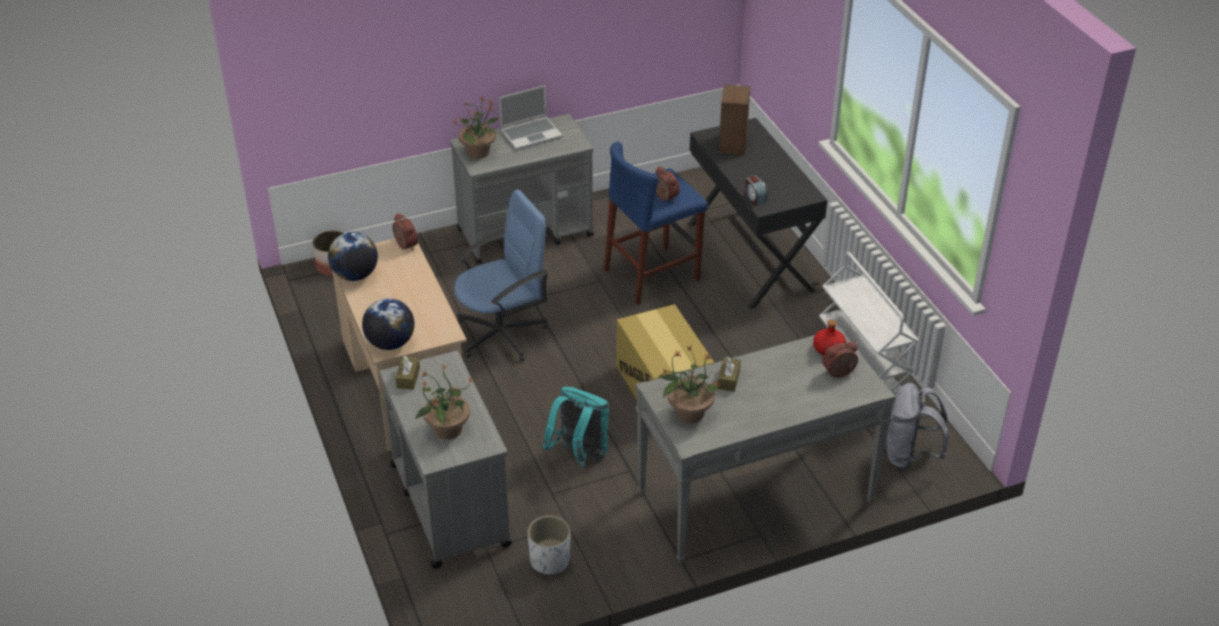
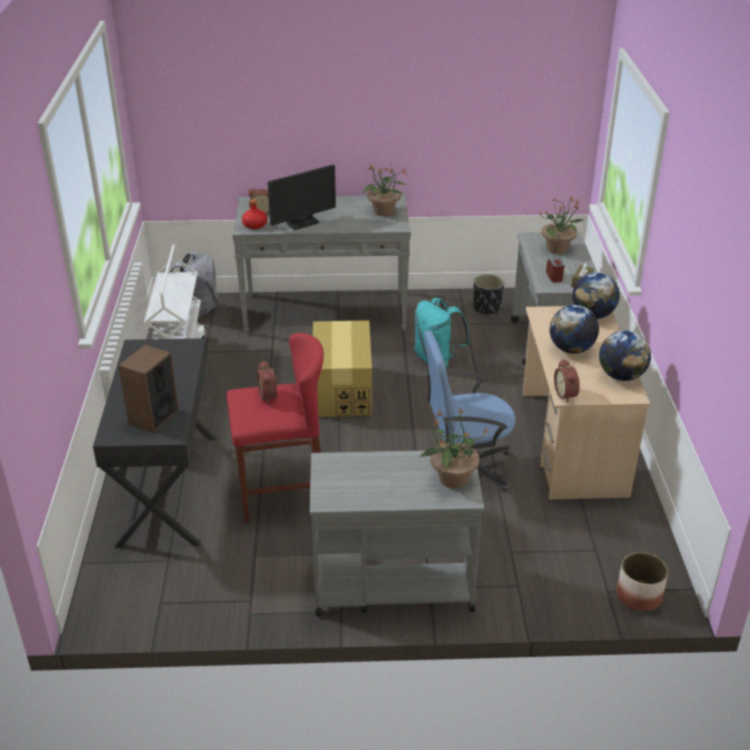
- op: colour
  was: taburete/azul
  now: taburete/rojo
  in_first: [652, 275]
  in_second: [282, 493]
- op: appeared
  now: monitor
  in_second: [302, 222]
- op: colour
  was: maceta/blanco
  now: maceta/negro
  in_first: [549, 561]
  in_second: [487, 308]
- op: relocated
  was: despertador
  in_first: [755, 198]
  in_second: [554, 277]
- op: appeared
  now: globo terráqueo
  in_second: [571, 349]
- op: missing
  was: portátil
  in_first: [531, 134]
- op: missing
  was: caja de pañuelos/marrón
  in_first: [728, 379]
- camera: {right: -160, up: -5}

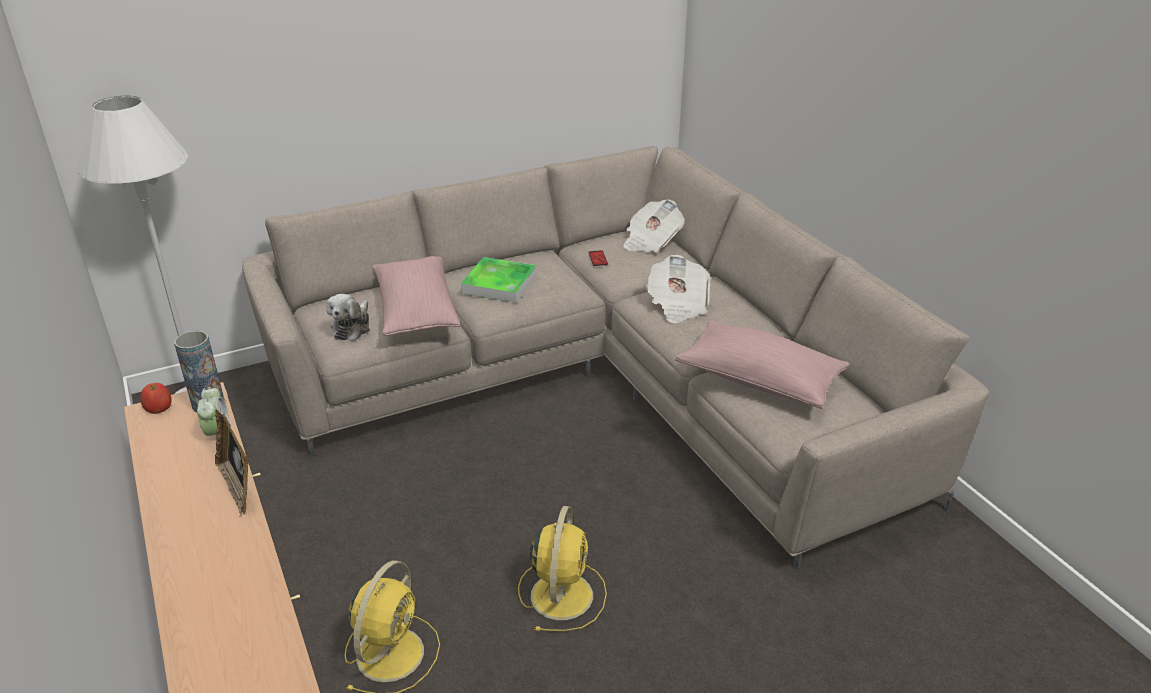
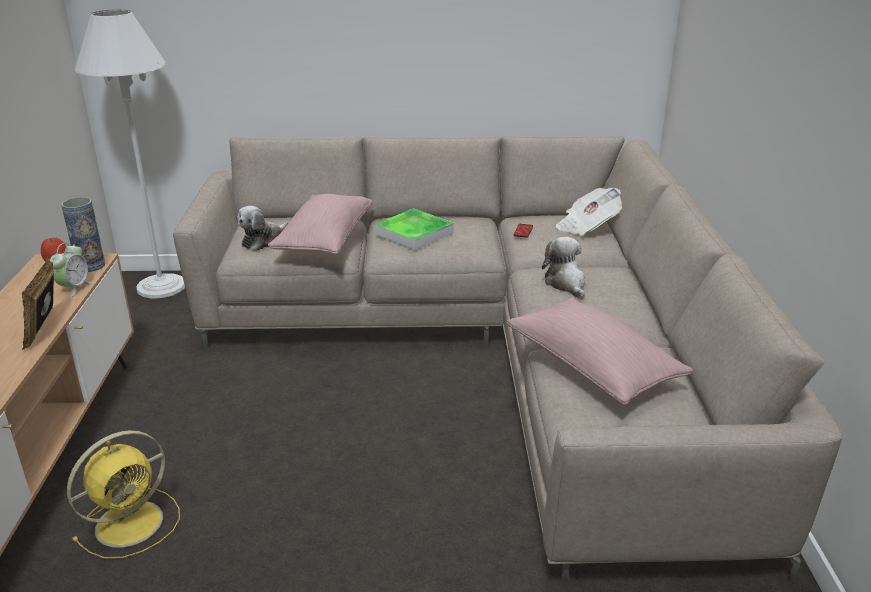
- op: exchanged
  was: periódico
  now: peluche
  in_first: [677, 305]
  in_second: [566, 283]
- op: missing
  was: ventilador/amarillo
  in_first: [562, 593]
- camera: {right: 25, up: -5}

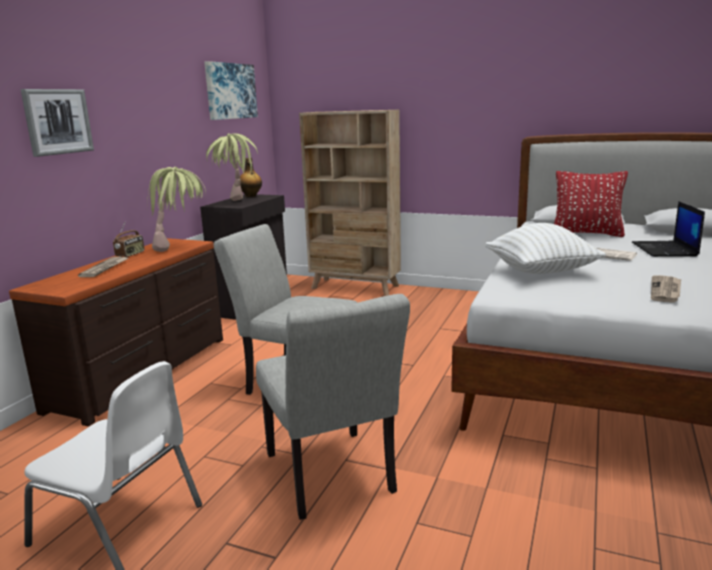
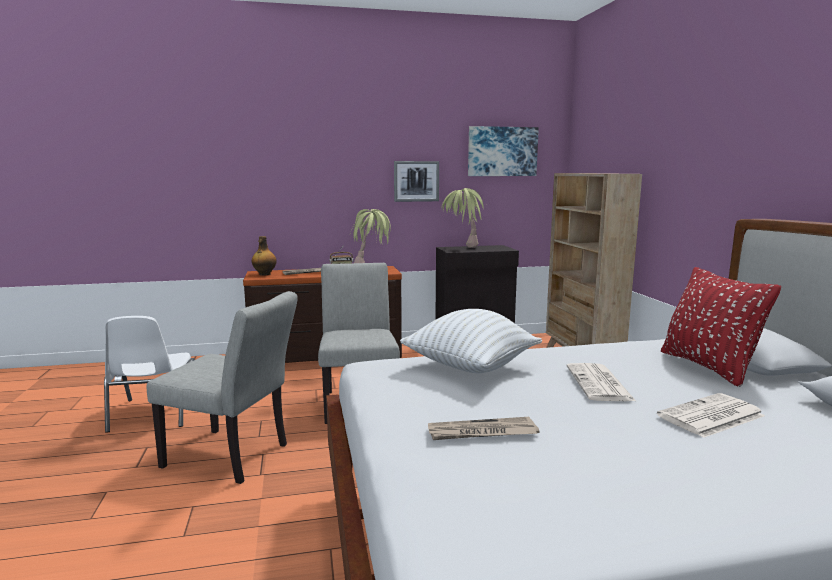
- op: spun
  was: silla/gris
  in_first: [333, 479]
  in_second: [234, 457]
  clockwise: -105
- op: relocated
  was: botella
  in_first: [251, 196]
  in_second: [264, 274]
- op: relocated
  was: cuadro
  in_first: [57, 121]
  in_second: [416, 181]
- op: exchanged
  was: portátil
  now: periódico
  in_first: [665, 249]
  in_second: [710, 416]
- camera: {right: 55, up: -5}

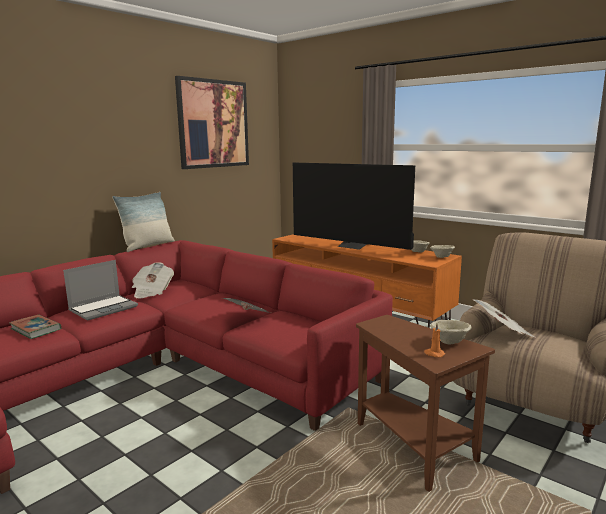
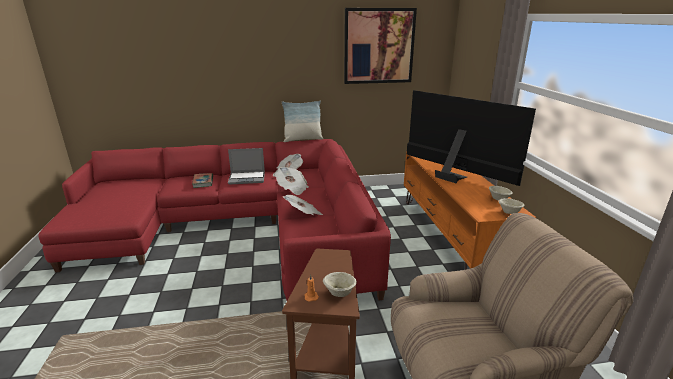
- op: relocated
  was: periódico
  in_first: [502, 332]
  in_second: [292, 188]
- op: spun
  was: televisor
  in_first: [352, 246]
  in_second: [453, 176]
  clockwise: 150
- camera: {right: 40, up: 10}

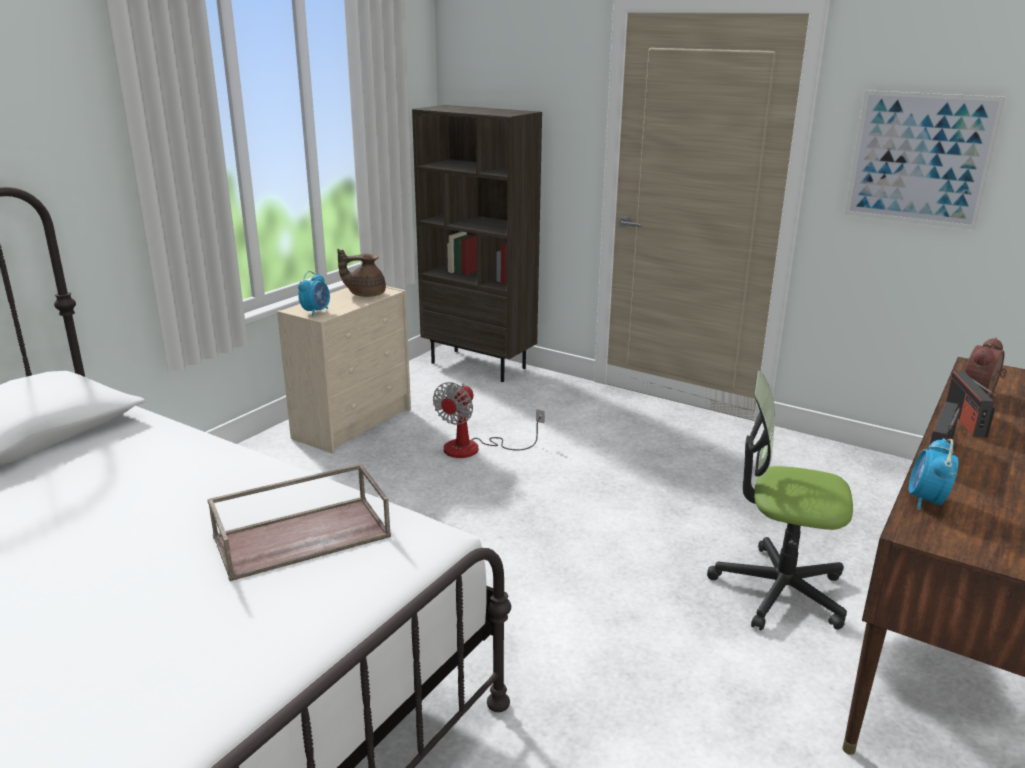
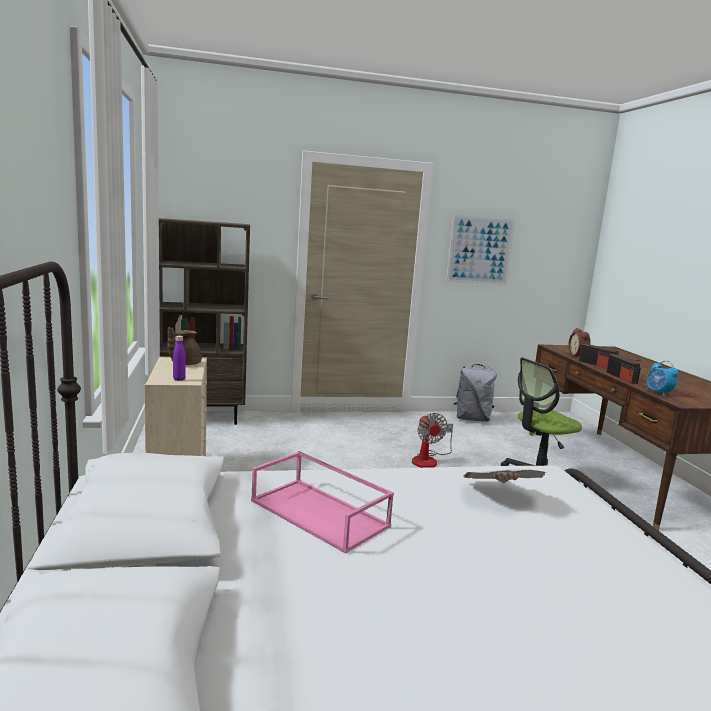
- op: exchanged
  was: despertador
  now: botella/morado
  in_first: [316, 311]
  in_second: [179, 379]
- op: appeared
  now: bandeja/rosa
  in_second: [321, 513]
- op: relocated
  was: ventilador
  in_first: [474, 448]
  in_second: [429, 460]
- op: appeared
  now: mochila/gris
  in_second: [472, 419]
- op: exchanged
  was: bandeja/marrón
  now: periódico
  in_first: [303, 535]
  in_second: [499, 495]
- camera: {right: -45, up: -10}

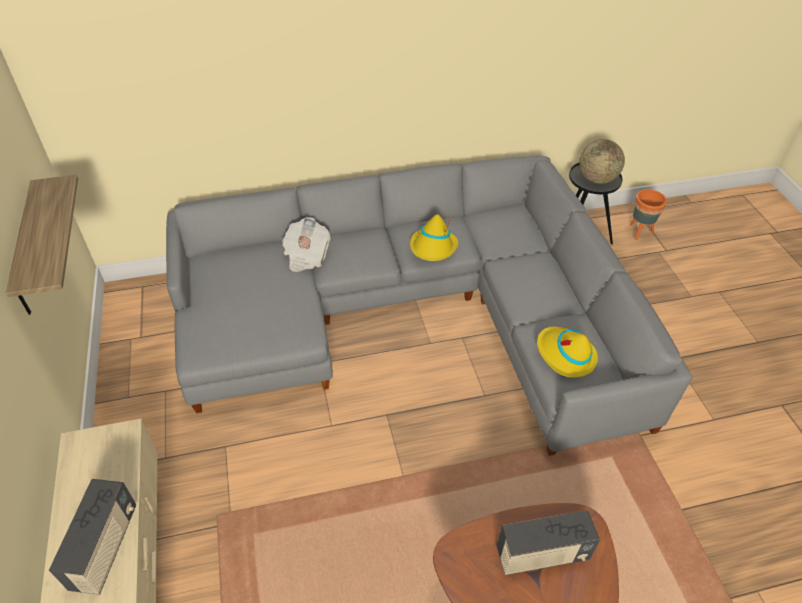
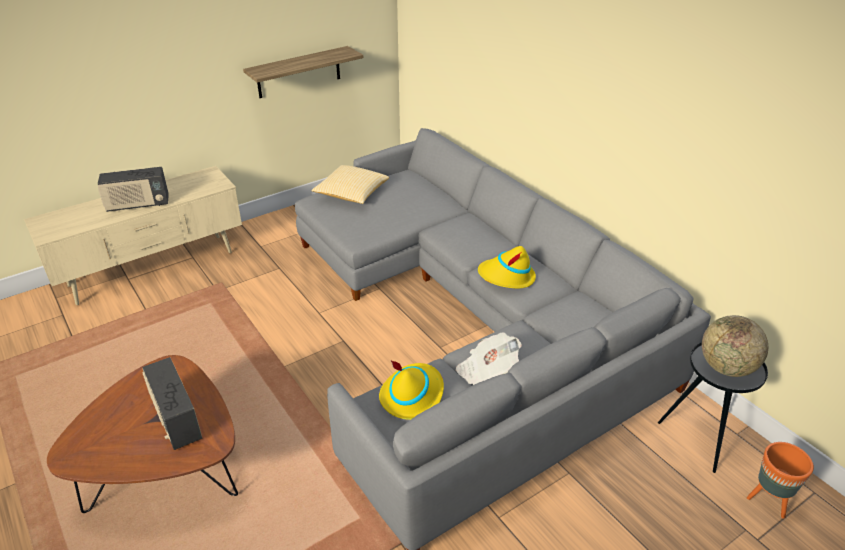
- op: appeared
  now: cojín
  in_second: [351, 194]
- op: relocated
  was: periódico
  in_first: [306, 255]
  in_second: [487, 371]
- camera: {right: 70, up: -10}

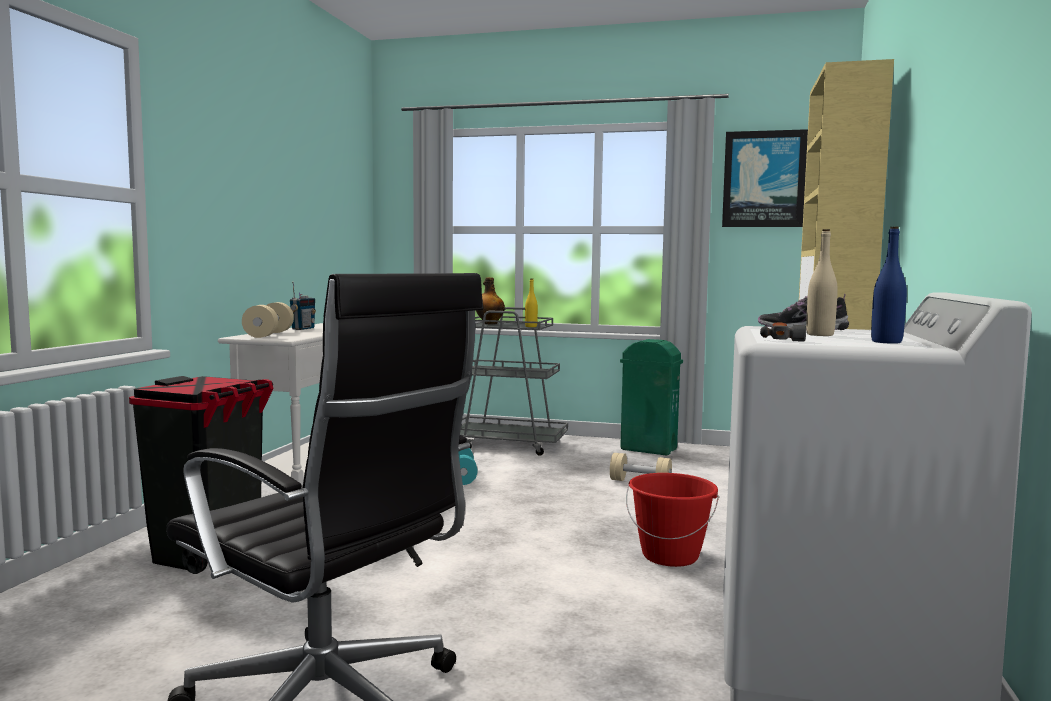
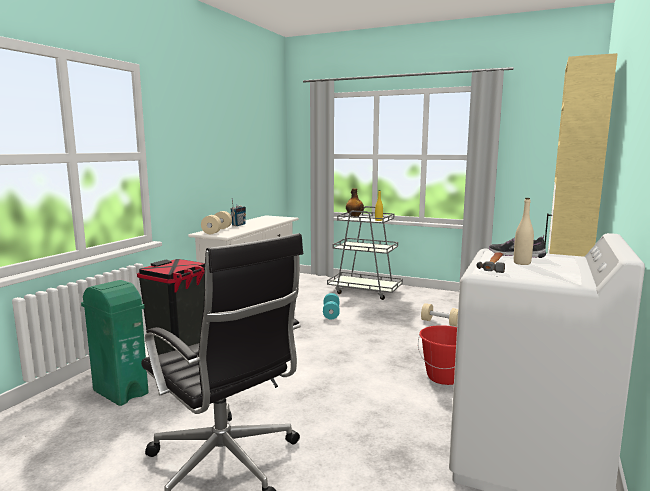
- op: relocated
  was: papelera/verde
  in_first: [648, 449]
  in_second: [120, 392]
- op: missing
  was: cuadro
  in_first: [764, 179]
- op: missing
  was: botella/azul
  in_first: [886, 342]
- camera: {right: 10, up: 5}

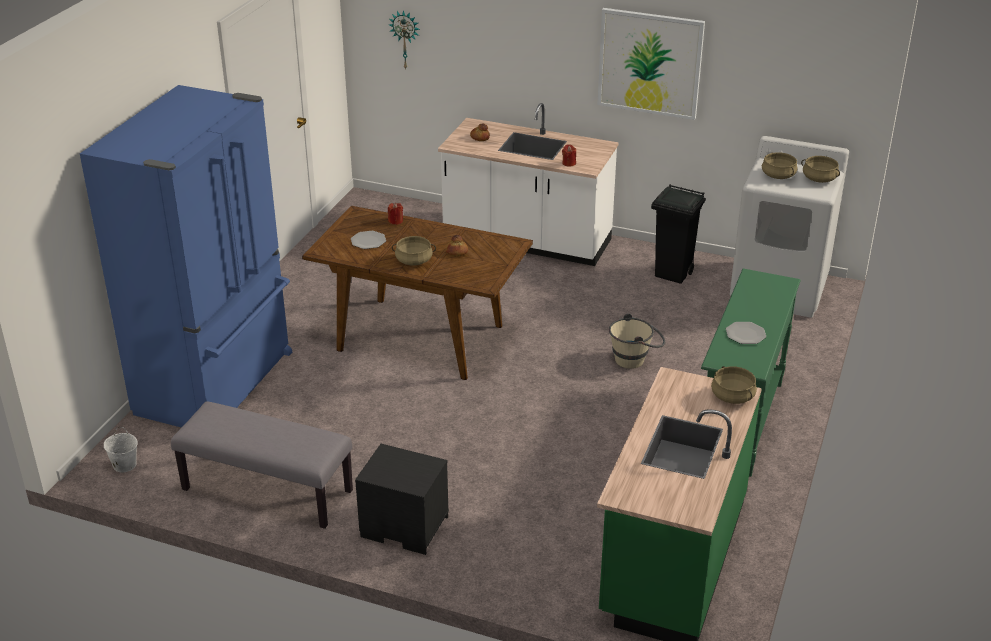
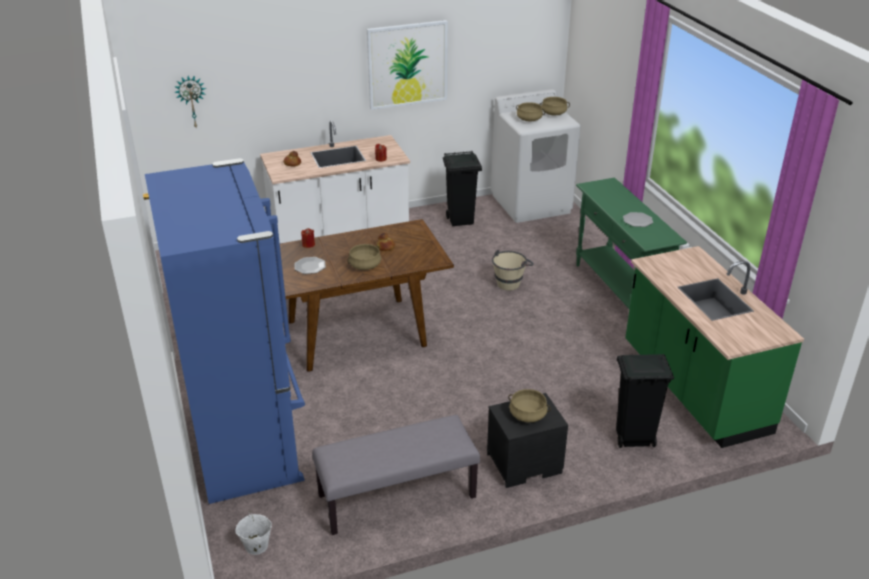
- op: relocated
  was: olla/beis
  in_first: [733, 396]
  in_second: [528, 415]
- op: appeared
  now: papelera/negro
  in_second: [633, 439]
- camera: {right: -40, up: 0}

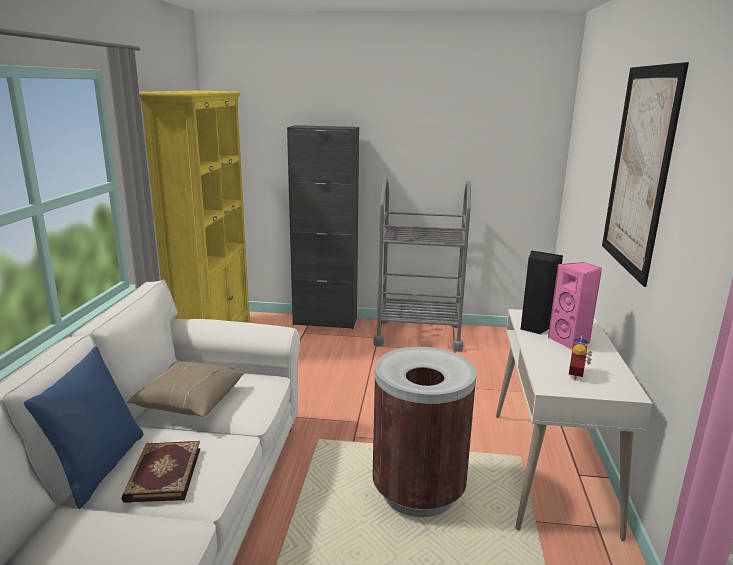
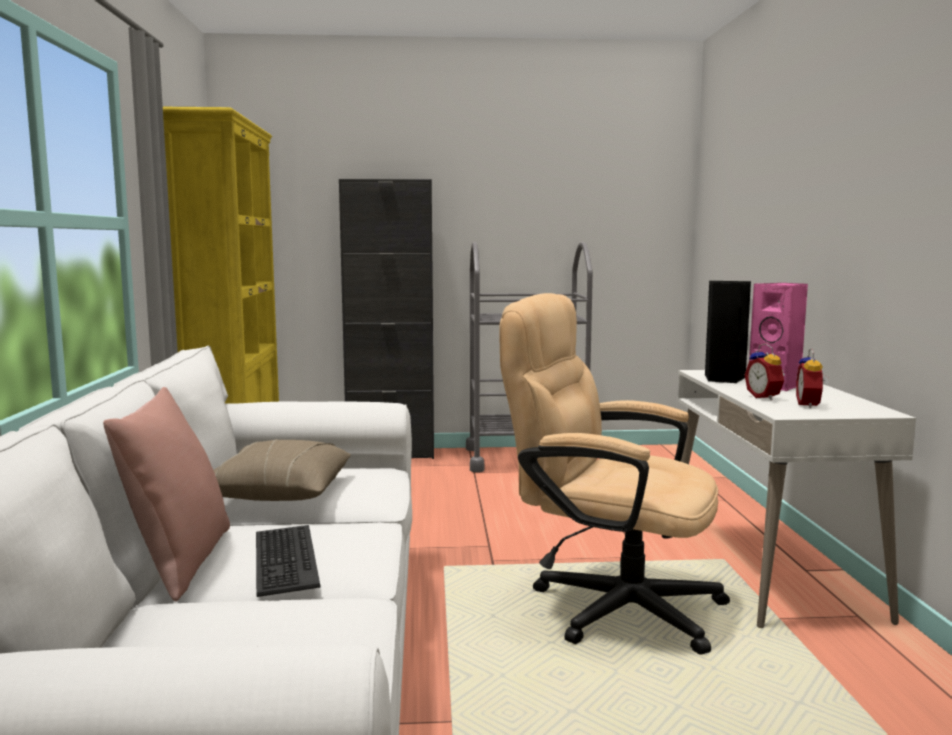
- op: colour
  was: cojín/azul
  now: cojín/rosa
  in_first: [98, 468]
  in_second: [178, 563]
- op: exchanged
  was: libro
  now: teclado
  in_first: [162, 474]
  in_second: [284, 560]
- op: exchanged
  was: papelera/marrón
  now: silla de oficina/beis
  in_first: [418, 491]
  in_second: [609, 605]
- op: appeared
  now: despertador
  in_second: [765, 397]
- op: missing
  was: cuadro
  in_first: [639, 170]
- camera: {right: -10, up: -10}

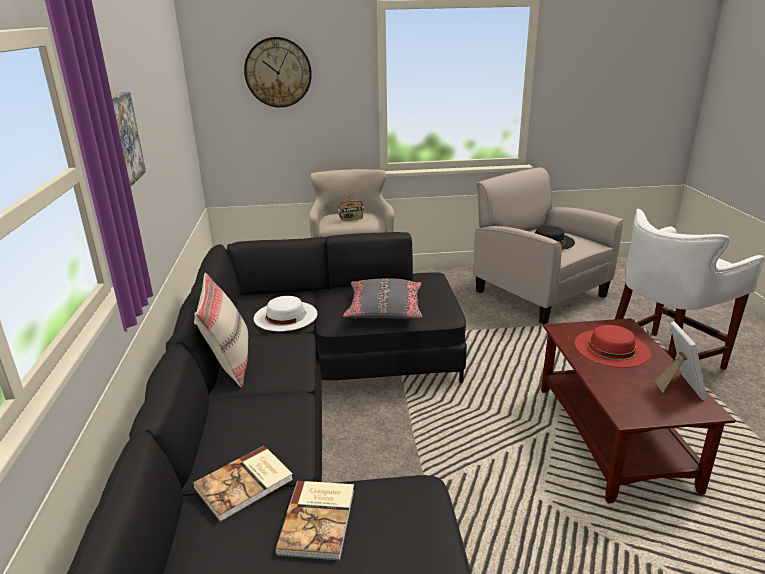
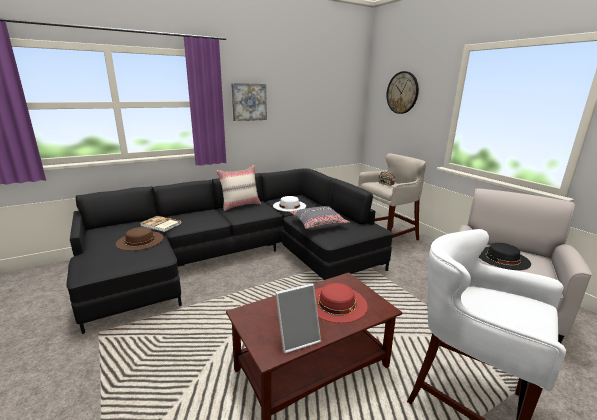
- op: exchanged
  was: libro
  now: sombrero/marrón
  in_first: [319, 520]
  in_second: [140, 240]
- camera: {right: 65, up: -5}

